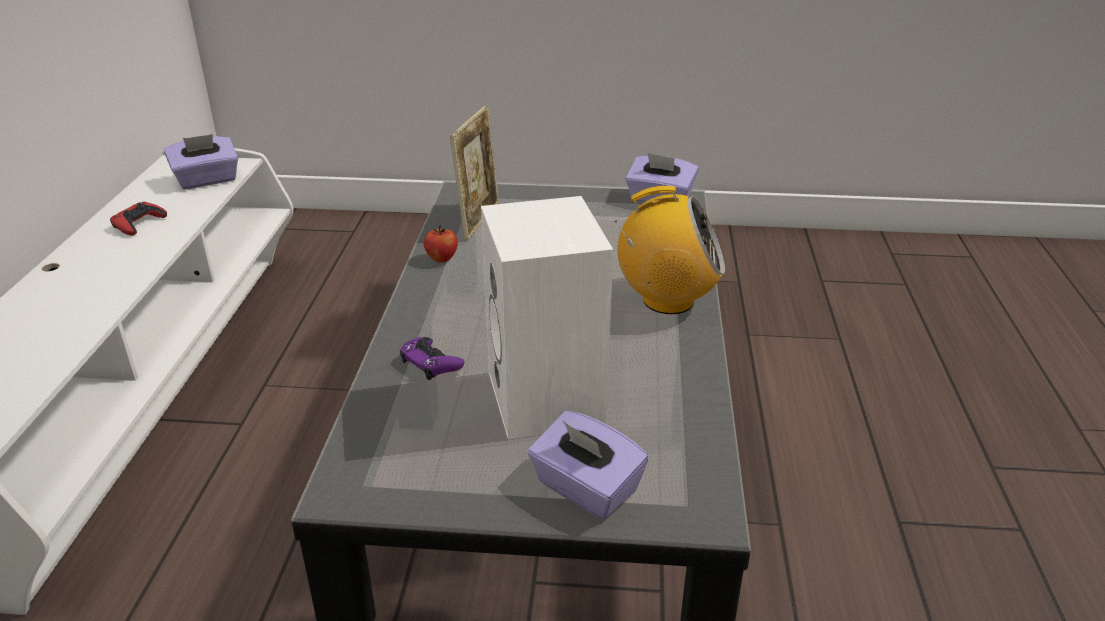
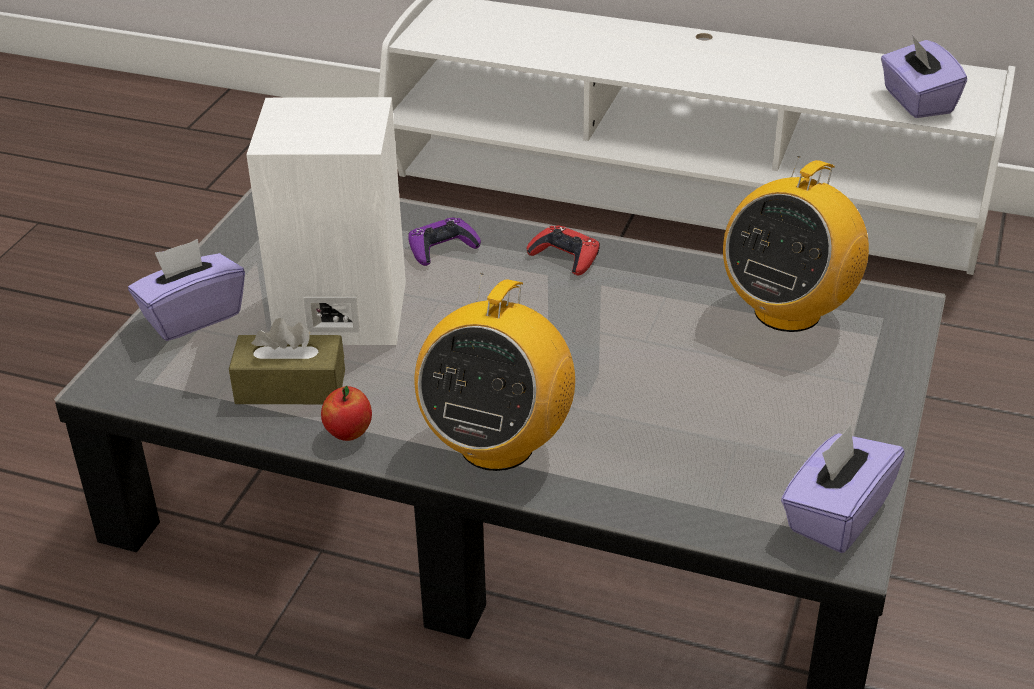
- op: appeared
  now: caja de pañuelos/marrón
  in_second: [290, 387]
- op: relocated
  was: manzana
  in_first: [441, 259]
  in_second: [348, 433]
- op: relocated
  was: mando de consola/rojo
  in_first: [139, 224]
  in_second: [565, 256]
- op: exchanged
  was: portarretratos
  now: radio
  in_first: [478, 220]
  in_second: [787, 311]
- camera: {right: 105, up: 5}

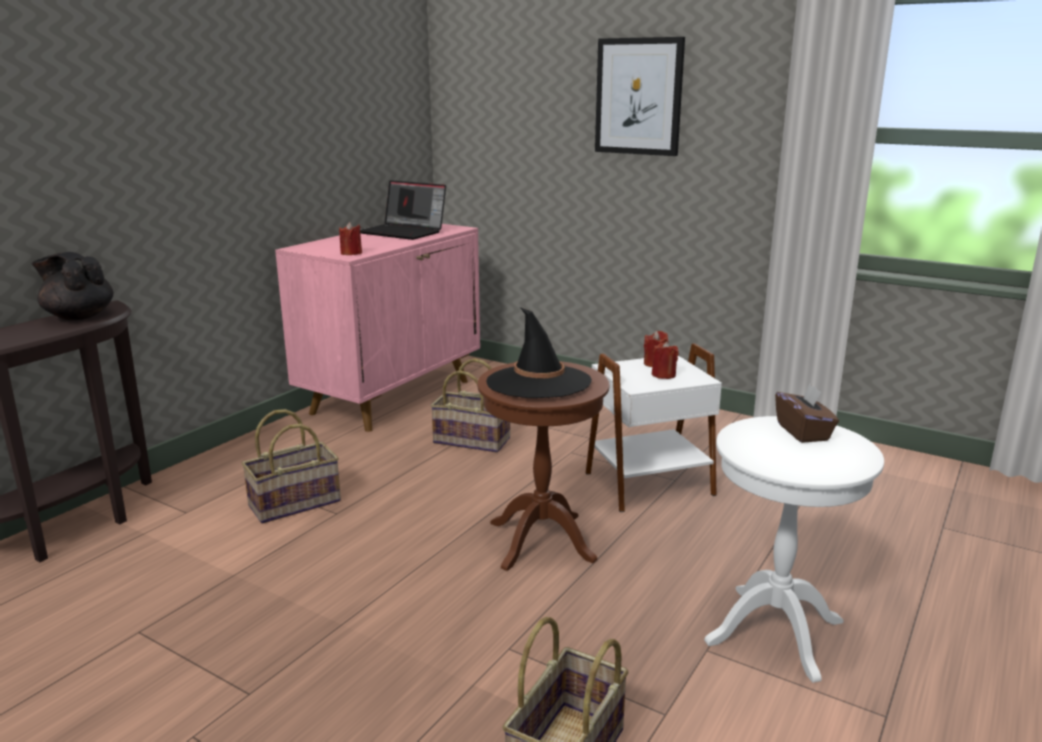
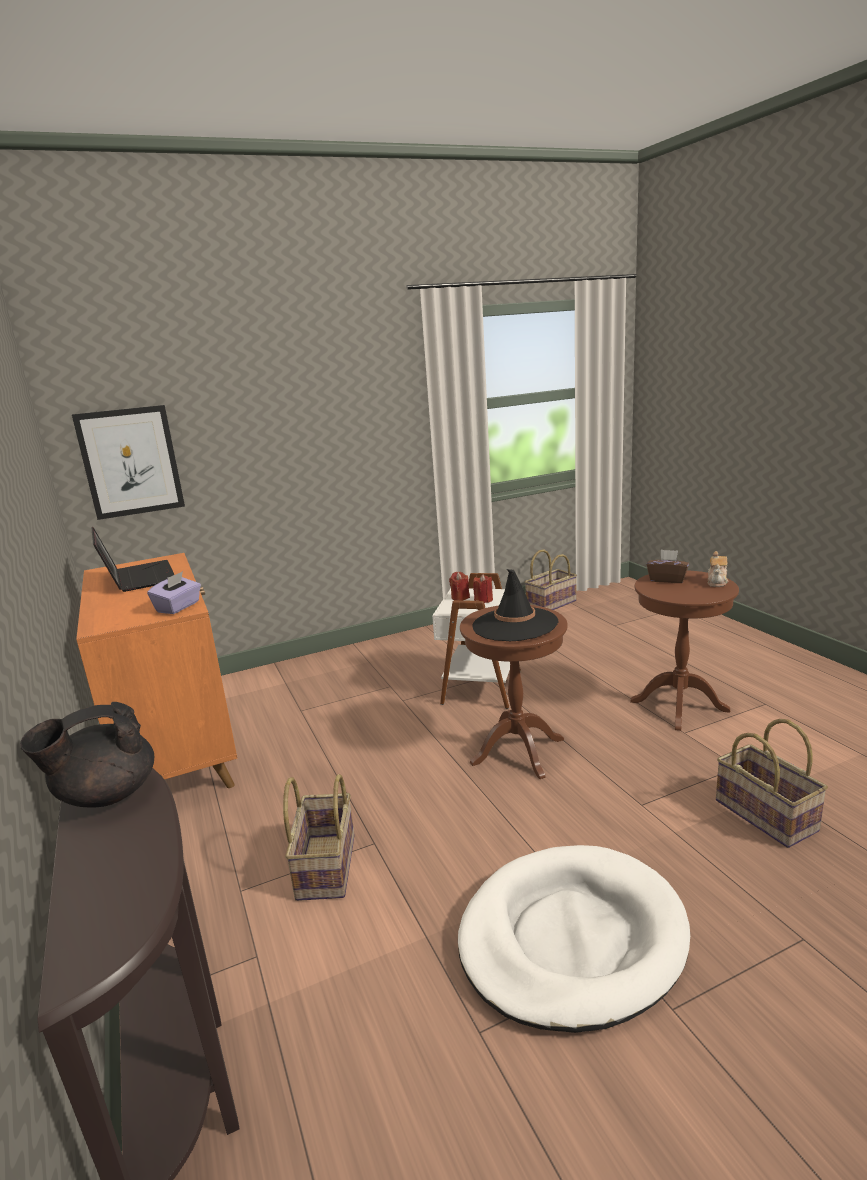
- op: relocated
  was: cuadro
  in_first: [639, 97]
  in_second: [130, 462]
- op: colour
  was: armario/rosa
  now: armario/naranja
  in_first: [393, 396]
  in_second: [177, 753]
- op: spun
  was: portátil
  in_first: [404, 232]
  in_second: [137, 578]
  clockwise: -90
- op: exchanged
  was: vela/rojo
  now: caja de pañuelos/morado
  in_first: [351, 253]
  in_second: [178, 607]
- op: appeared
  now: cama para perro/blanco
  in_second: [571, 939]
- op: relocated
  was: cesta
  in_first: [472, 440]
  in_second: [551, 604]
- op: colour
  was: mesa auxiliar/blanco
  now: mesa auxiliar/marrón
  in_first: [774, 632]
  in_second: [679, 706]
- op: appeared
  now: tetera
  in_second: [717, 582]
- camera: {right: -55, up: 0}

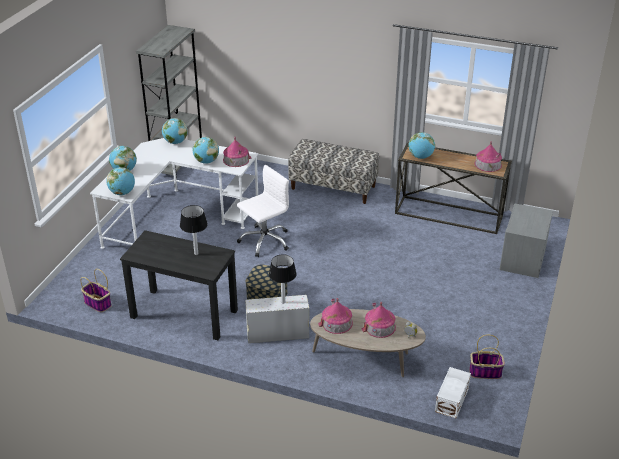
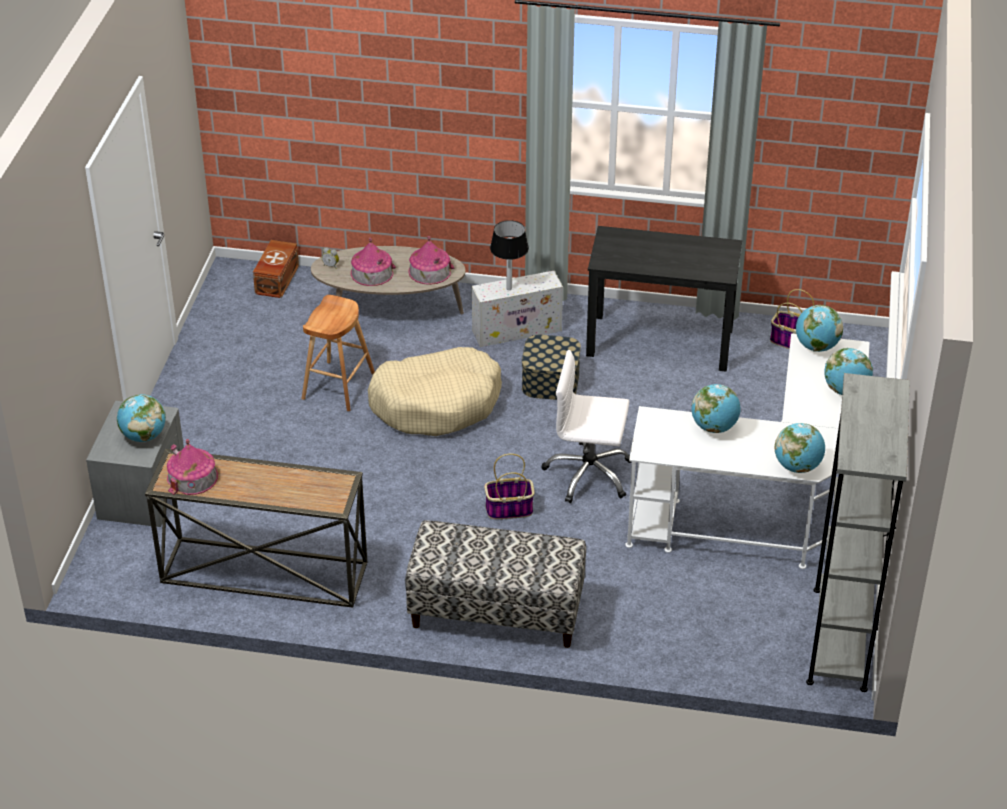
- op: relocated
  was: globo terráqueo
  in_first: [420, 157]
  in_second: [144, 436]
- op: colour
  was: caja de almacenaje/blanco
  now: caja de almacenaje/marrón
  in_first: [452, 399]
  in_second: [276, 280]
- op: appeared
  now: taburete/marrón
  in_second: [338, 386]
- op: appeared
  now: cama para perro/beis
  in_second: [436, 403]
- op: relocated
  was: cesta
  in_first: [485, 372]
  in_second: [508, 509]
- op: spun
  was: silla de oficina/blanco
  in_first: [264, 241]
  in_second: [588, 474]
  clockwise: 60
- op: missing
  was: lámpara de mesa
  in_first: [196, 253]
- op: missing
  was: casita
  in_first: [236, 160]
- camera: {right: 170, up: 5}

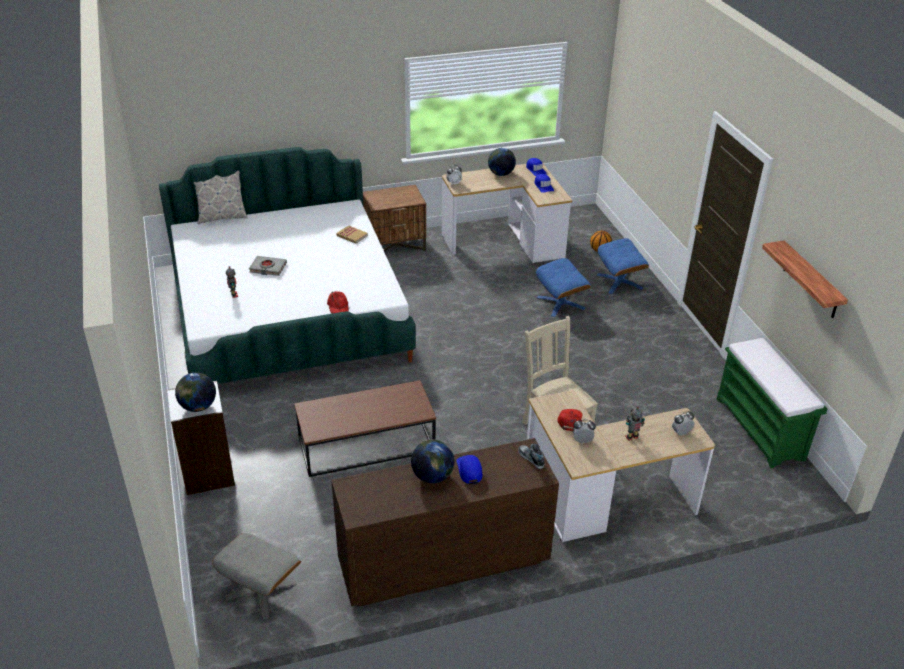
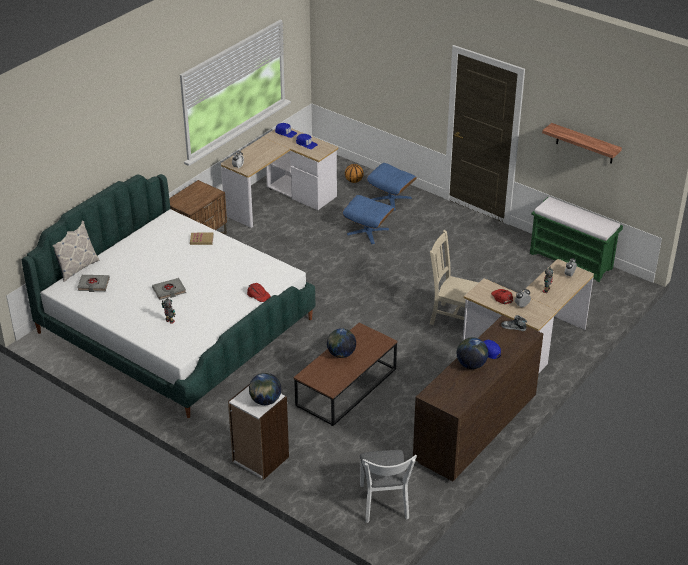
- op: appeared
  now: libro/gris
  in_second: [93, 285]
- op: relocated
  was: globo terráqueo
  in_first: [501, 174]
  in_second: [341, 354]
- op: exchanged
  was: puf/gris
  now: silla/blanco
  in_first: [260, 590]
  in_second: [384, 505]
- camera: {right: -35, up: 0}

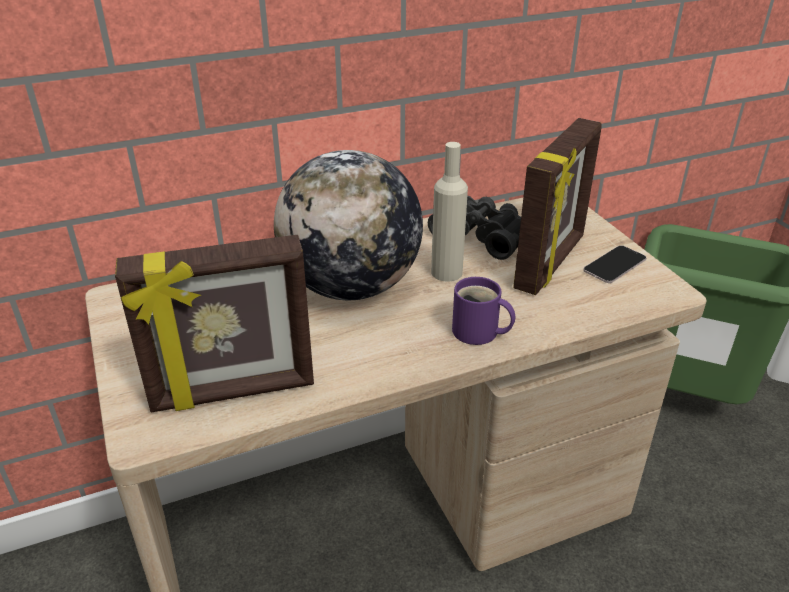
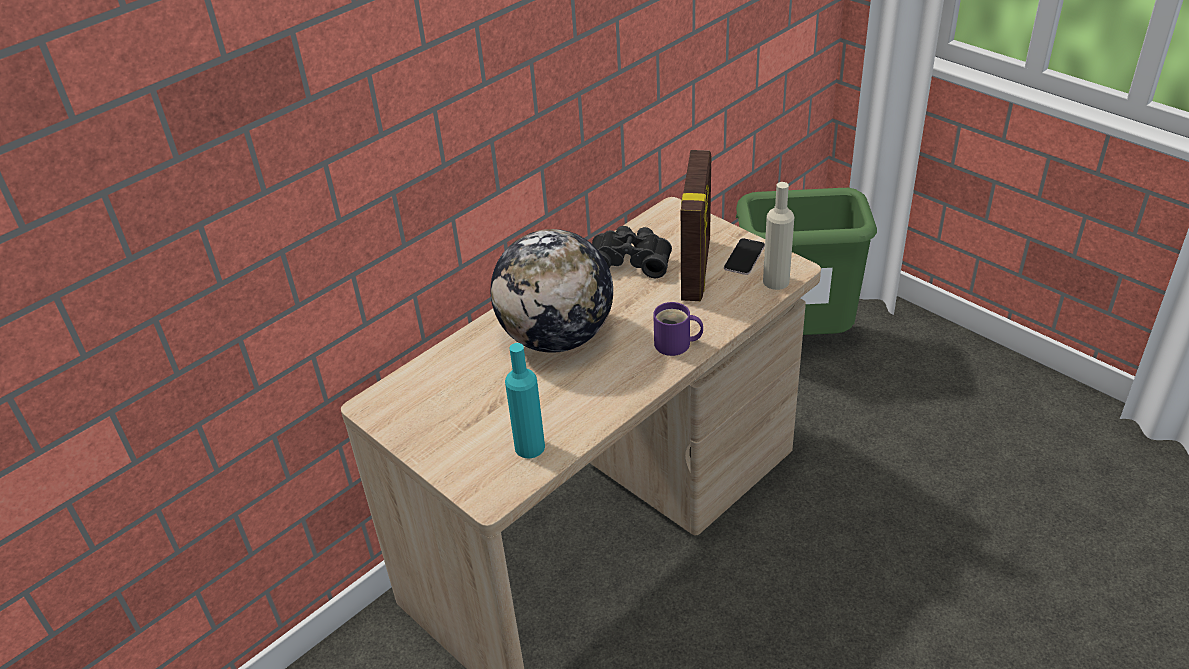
- op: exchanged
  was: portarretratos
  now: botella/turquesa
  in_first: [233, 393]
  in_second: [529, 447]
- op: relocated
  was: botella/beis
  in_first: [446, 272]
  in_second: [776, 281]
- camera: {right: -20, up: 5}

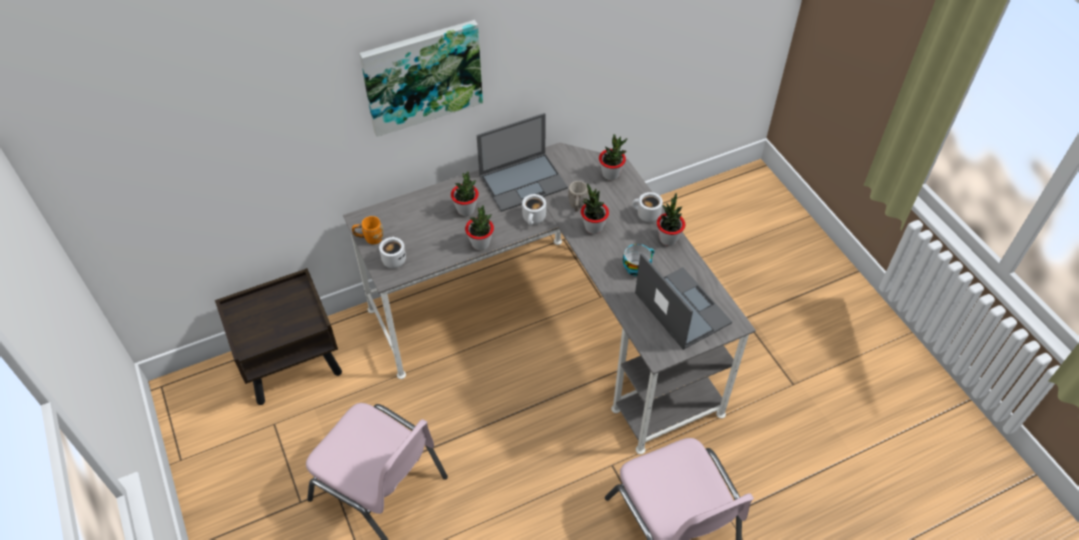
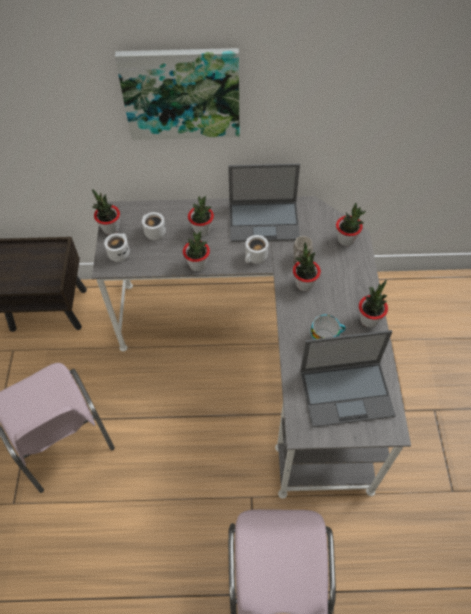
- op: exchanged
  was: taza grande/naranja
  now: planta en maceta
  in_first: [369, 238]
  in_second: [110, 228]
- op: relocated
  was: taza grande/blanco
  in_first: [646, 215]
  in_second: [153, 233]
- op: spun
  was: portátil
  in_first: [681, 307]
  in_second: [347, 393]
  clockwise: 90
- camera: {right: 25, up: 5}

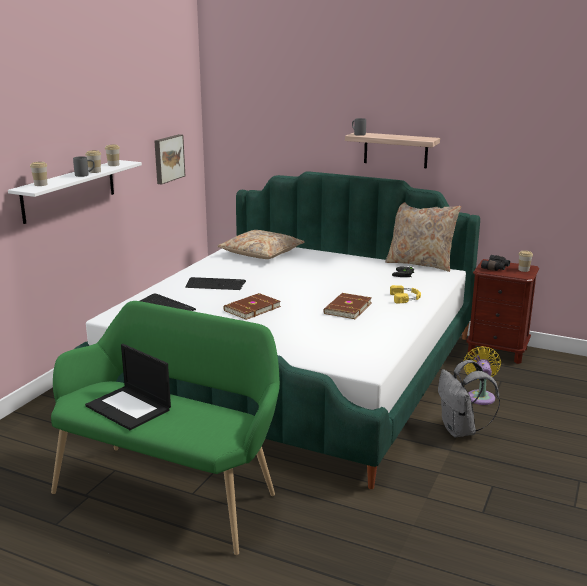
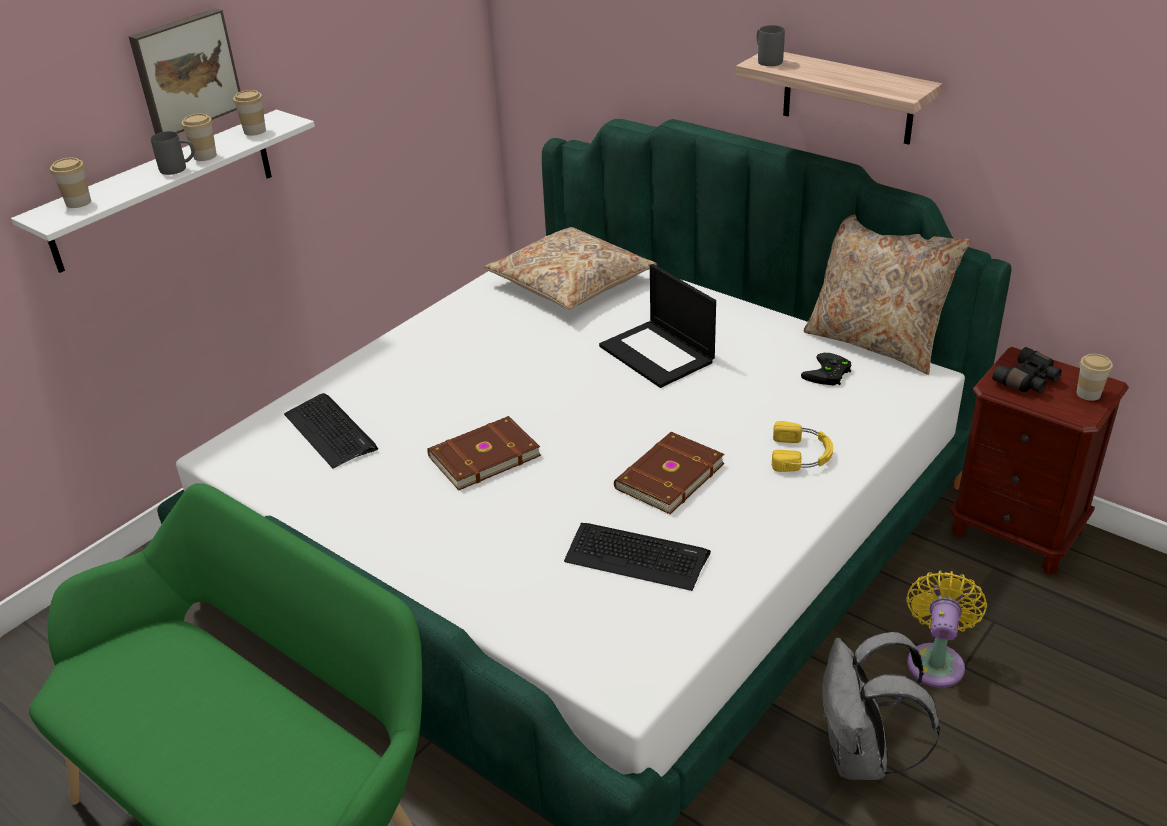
- op: relocated
  was: cuadro
  in_first: [168, 158]
  in_second: [185, 72]
- op: relocated
  was: teclado
  in_first: [215, 284]
  in_second: [636, 557]
- op: relocated
  was: portátil
  in_first: [129, 408]
  in_second: [658, 354]
- camera: {right: 15, up: 15}

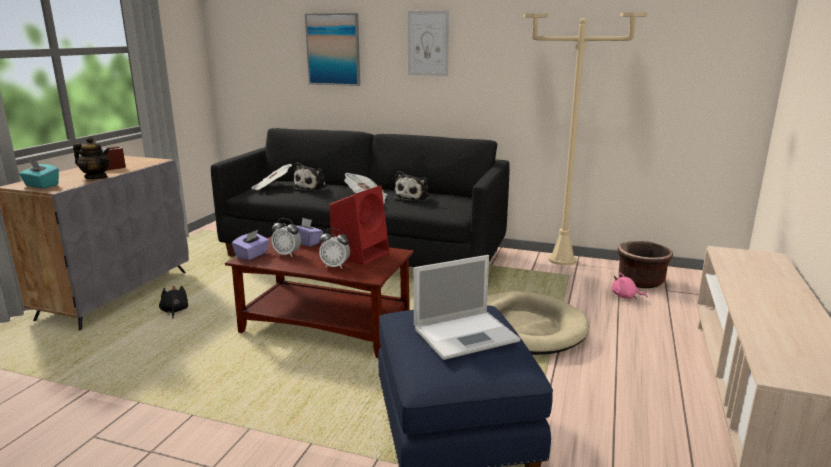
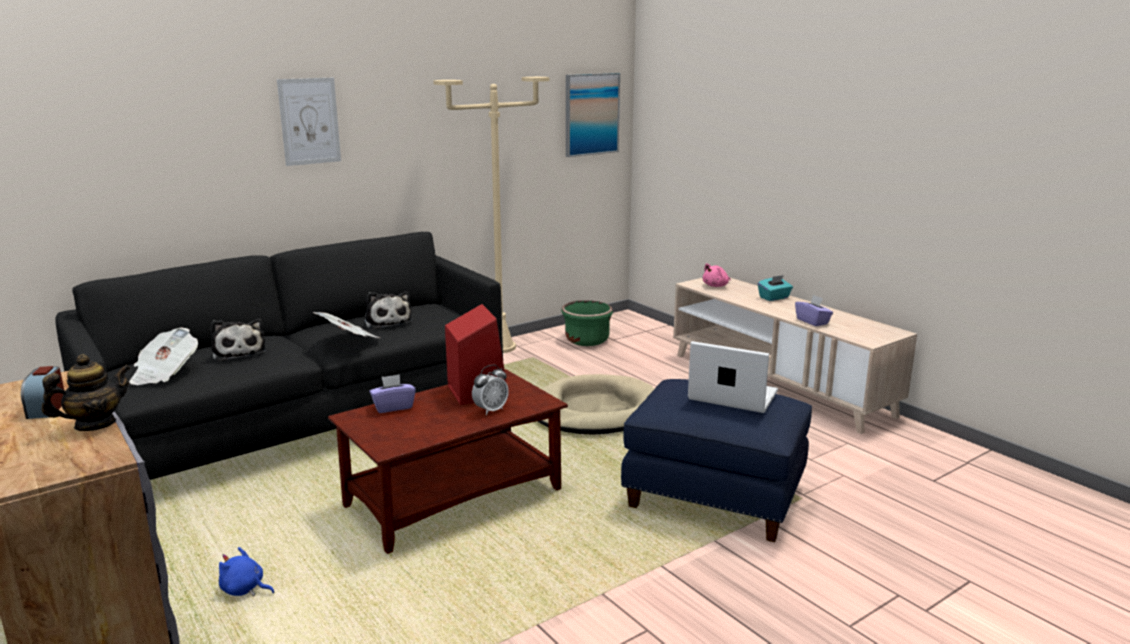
- op: colour
  was: peluche/negro
  now: peluche/azul
  in_first: [174, 311]
  in_second: [244, 589]
- op: colour
  was: maceta/marrón
  now: maceta/verde
  in_first: [641, 281]
  in_second: [587, 340]
- op: relocated
  was: cuadro
  in_first: [333, 49]
  in_second: [591, 114]
- op: spun
  was: portátil
  in_first: [467, 334]
  in_second: [731, 395]
  clockwise: -75
- op: relocated
  was: peluche/rosa
  in_first: [625, 297]
  in_second: [716, 286]
- op: relocated
  was: caja de pañuelos/turquesa
  in_first: [41, 185]
  in_second: [774, 298]
- op: relocated
  was: caja de pañuelos/morado
  in_first: [252, 255]
  in_second: [812, 321]
- op: missing
  was: despertador
  in_first: [287, 254]
- camera: {right: -55, up: 0}

